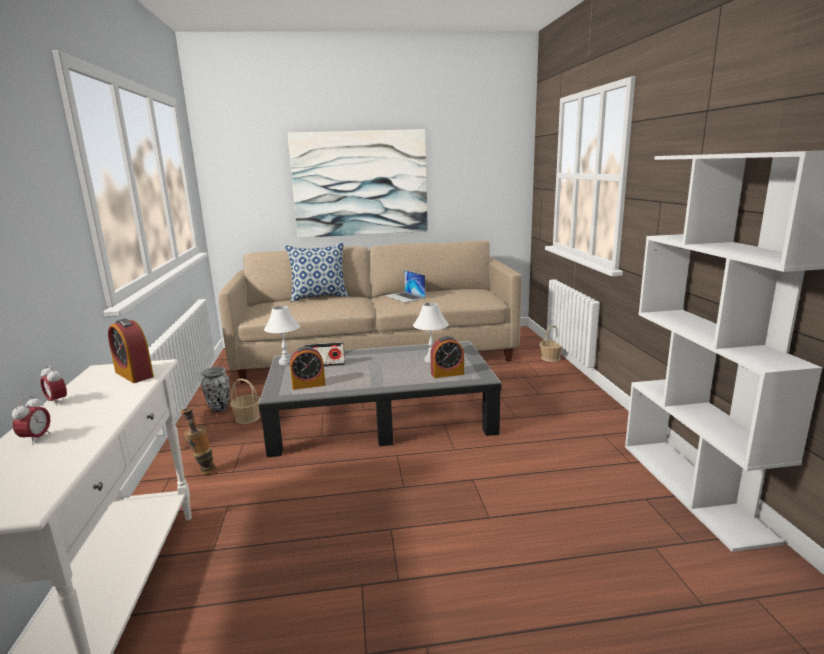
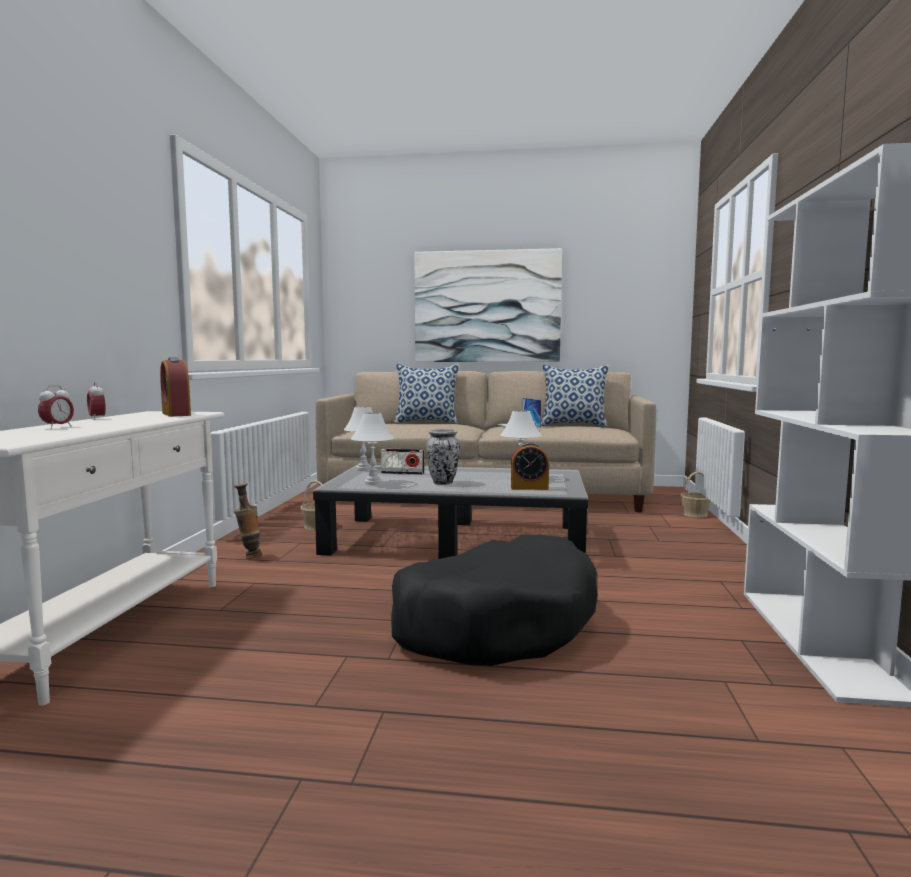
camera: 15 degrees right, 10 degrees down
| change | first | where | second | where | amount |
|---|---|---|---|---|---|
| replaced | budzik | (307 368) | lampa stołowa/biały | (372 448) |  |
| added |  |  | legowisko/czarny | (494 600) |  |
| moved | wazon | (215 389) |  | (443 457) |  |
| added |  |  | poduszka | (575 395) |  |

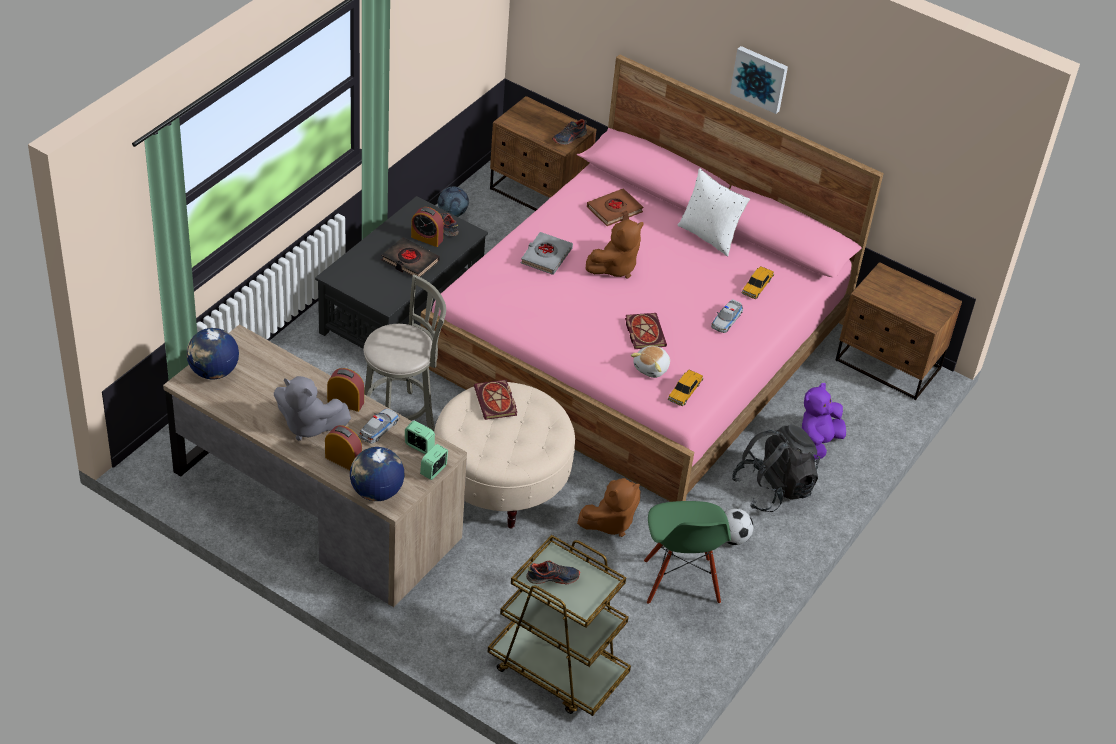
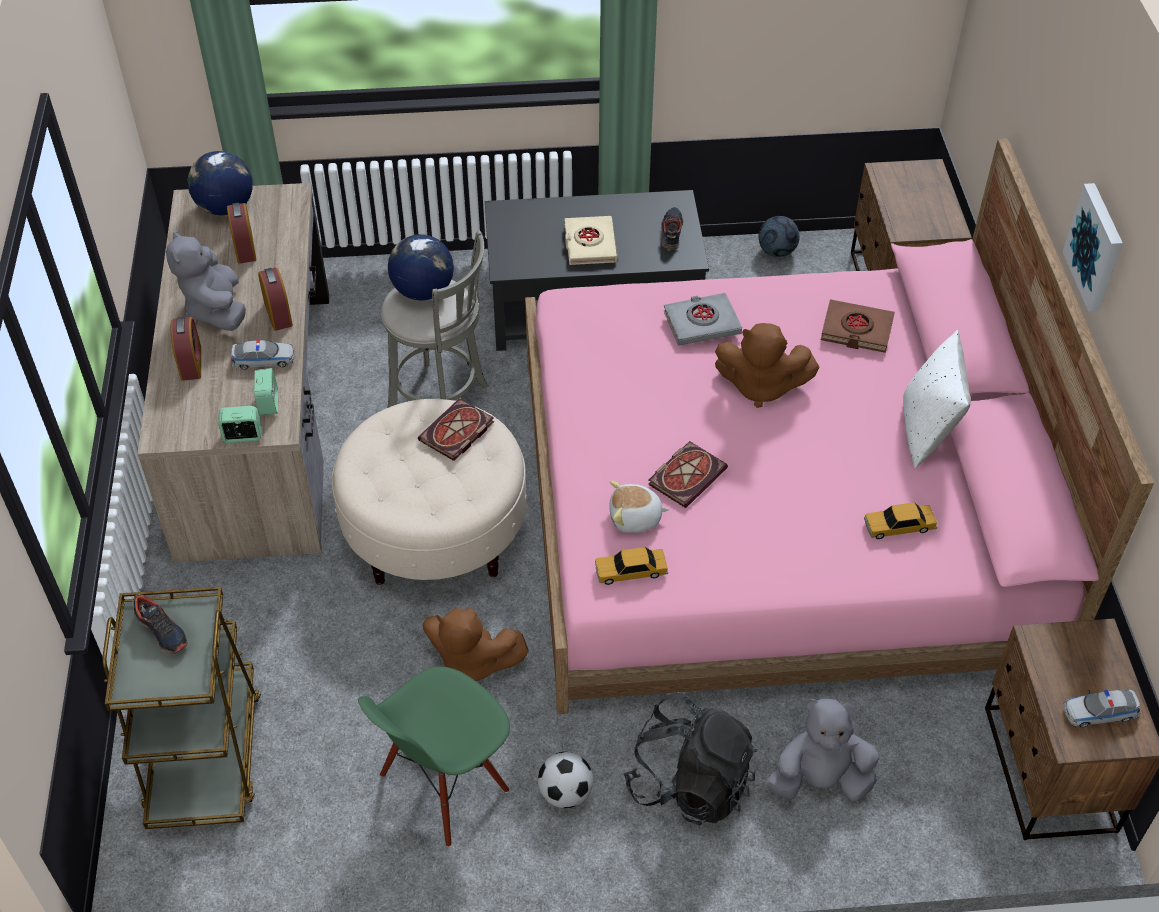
camera: 55 degrees right, 5 degrees up
| change | first | where | second | where | amount |
|---|---|---|---|---|---|
| moved | budzik | (427 227) |  | (241 233) |  |
| moved | globus | (377 474) |  | (421 267) |  |
| recoloured | książka/czarny | (410 257) | książka/beżowy | (591 240) |  |
| recoloured | pluszak/fioletowy | (824 421) | pluszak/szary | (822 750) |  |
| moved | samochodzik | (727 316) |  | (1102 708) |  |
| removed | but | (569 132) |  |  |  |

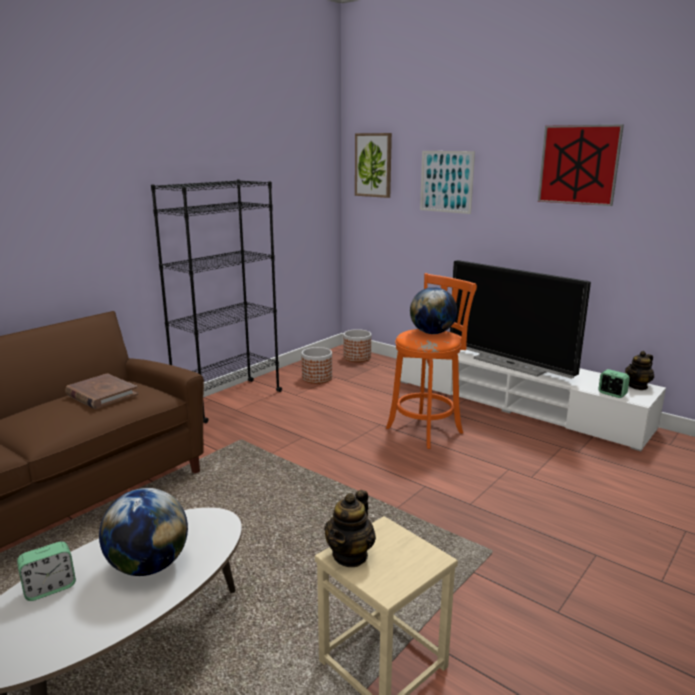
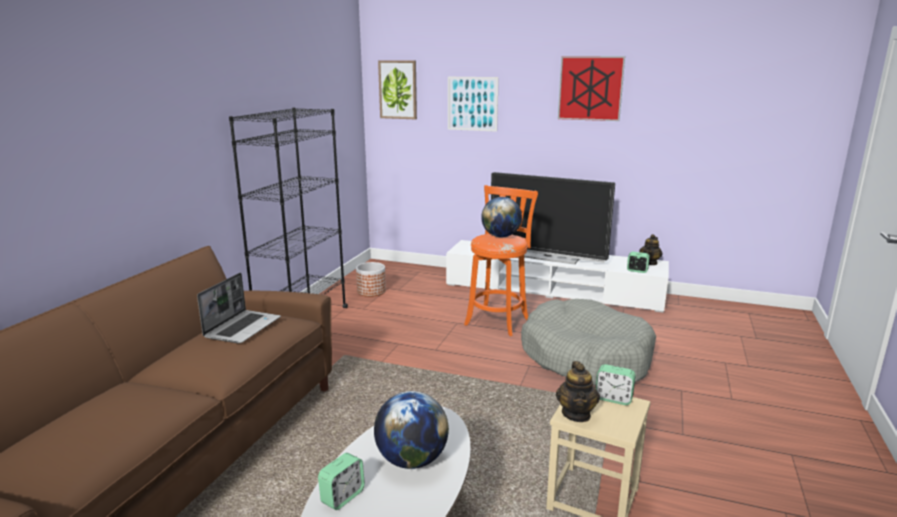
camera: 20 degrees left, 0 degrees up
| change | first | where | second | where | amount |
|---|---|---|---|---|---|
| replaced | książka/brązowy | (101 391) | laptop | (239 308) |  |
| added |  |  | legowisko/szary | (588 342) |  |
| added |  |  | budzik | (616 384) |  |
| removed | donica | (357 345) |  |  |  |

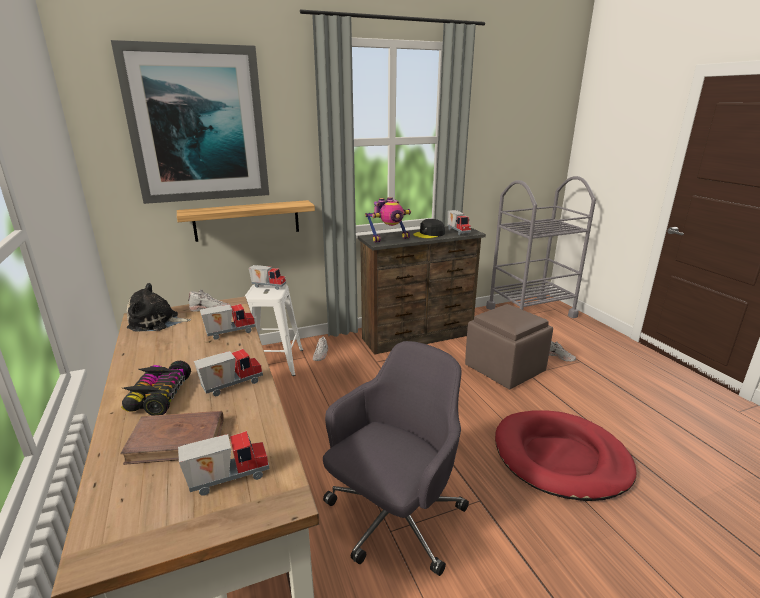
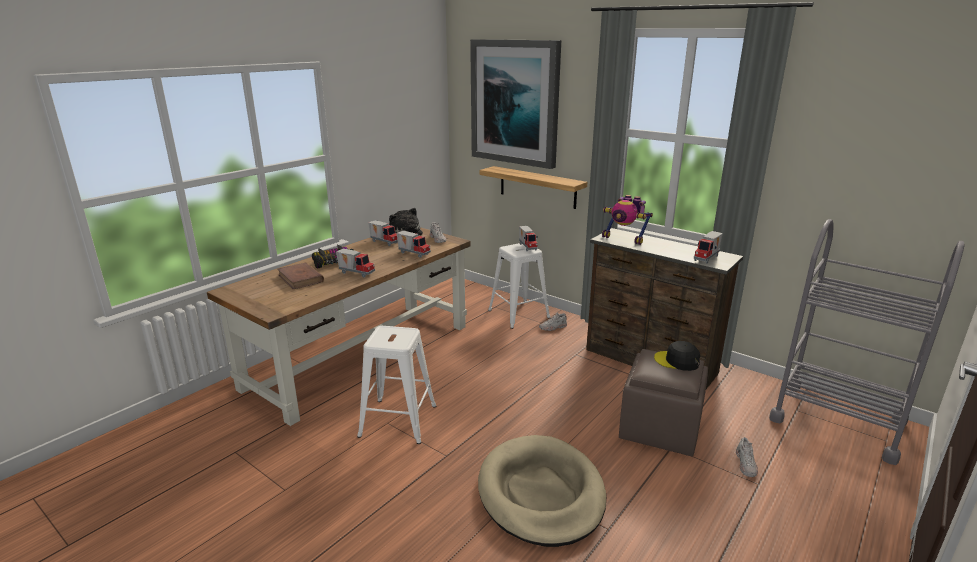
camera: 60 degrees right, 0 degrees up
| change | first | where | second | where | amount |
|---|---|---|---|---|---|
| replaced | krzesło biurowe/szary | (396 458) | stołek/biały | (396 385) |  |
| moved | ciężarówka zabawkowa | (224 463) |  | (383 233) |  |
| recoloured | legowisko/czerwony | (565 455) | legowisko/beżowy | (542 491) |  |
| moved | czapka z daszkiem/czarny | (429 228) |  | (677 356) |  |

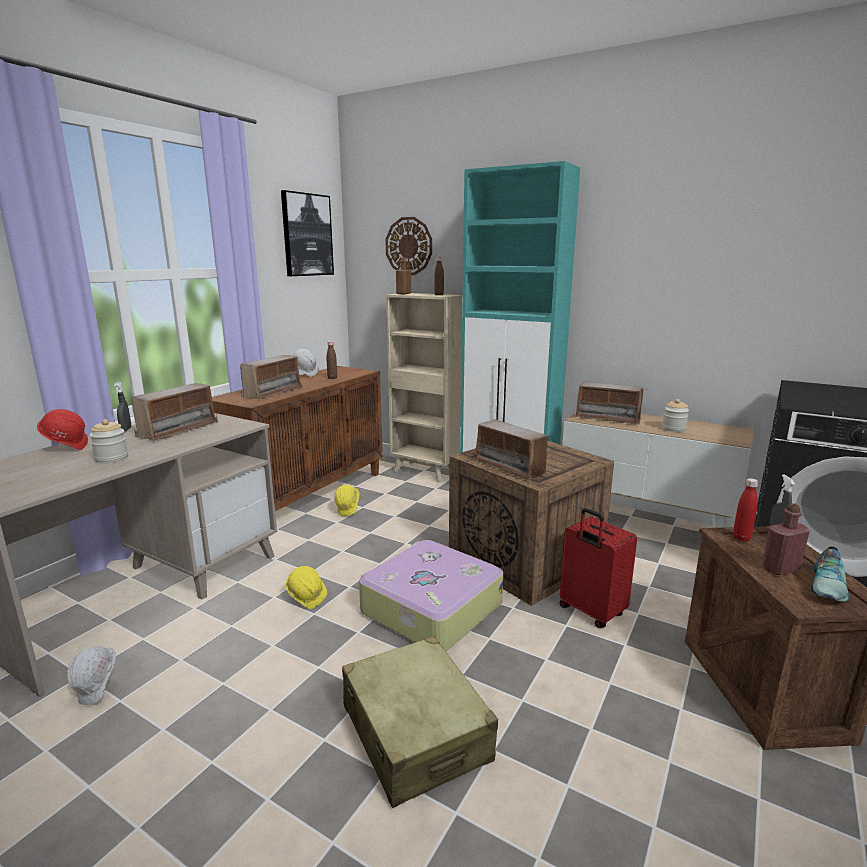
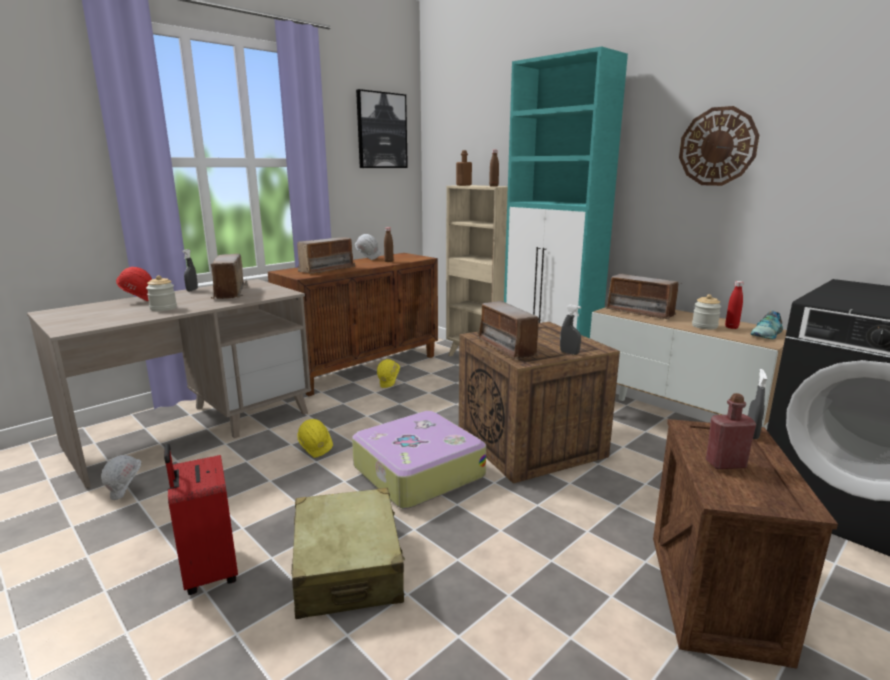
camera: 15 degrees right, 0 degrees up
| change | first | where | second | where | amount |
|---|---|---|---|---|---|
| moved | walizka/czerwony | (598 568) |  | (201 519) |  |
| turned | radio | (175 412) |  | (229 277) | 120 degrees clockwise |
| added |  |  | spryskiwacz/szary | (570 330) |  |
| moved | zegar ścienny | (408 246) |  | (719 146) |  |
| moved | butelka/czerwony | (745 509) |  | (734 305) |  |
| moved | but | (830 574) |  | (767 324) |  |

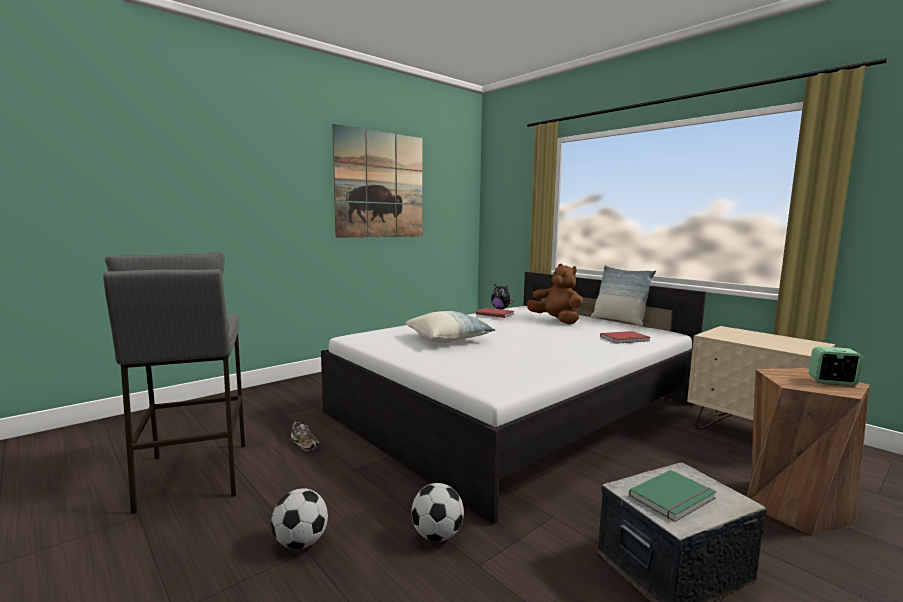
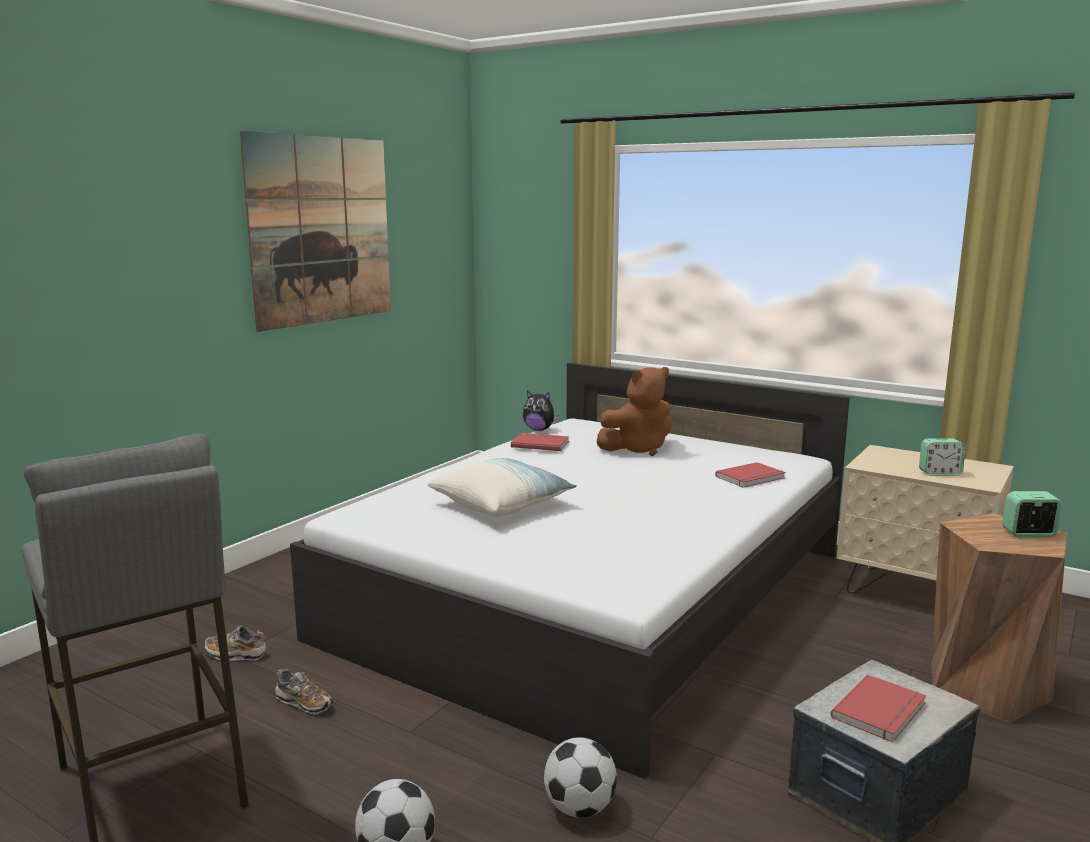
camera: 15 degrees left, 5 degrees up
| change | first | where | second | where | amount |
|---|---|---|---|---|---|
| added |  |  | but | (235 643) |  |
| turned | pluszak/brązowy | (555 294) |  | (634 411) | 120 degrees clockwise |
| recoloured | książka/zielony | (673 496) | książka/czerwony | (878 708) |  |
| added |  |  | budzik | (942 457) |  |
| removed | poduszka | (623 295) |  |  |  |

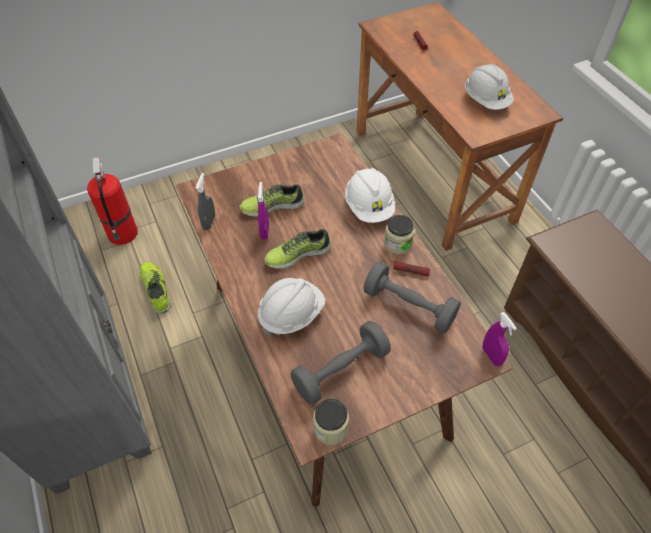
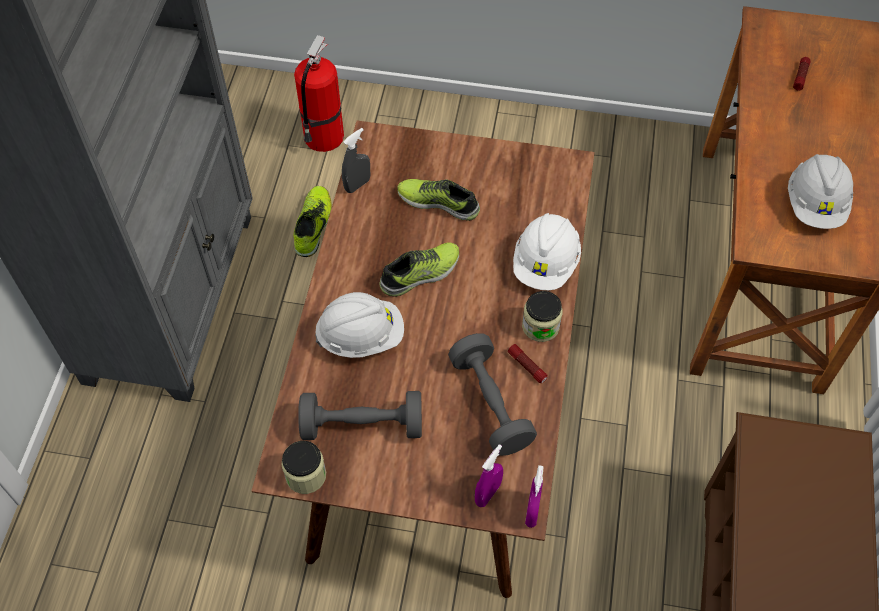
camera: 35 degrees right, 5 degrees up
| change | first | where | second | where | amount |
|---|---|---|---|---|---|
| turned | but | (297 249) |  | (419 270) | 135 degrees clockwise |
| moved | spryskiwacz/fioletowy | (263 211) |  | (489 475) |  |

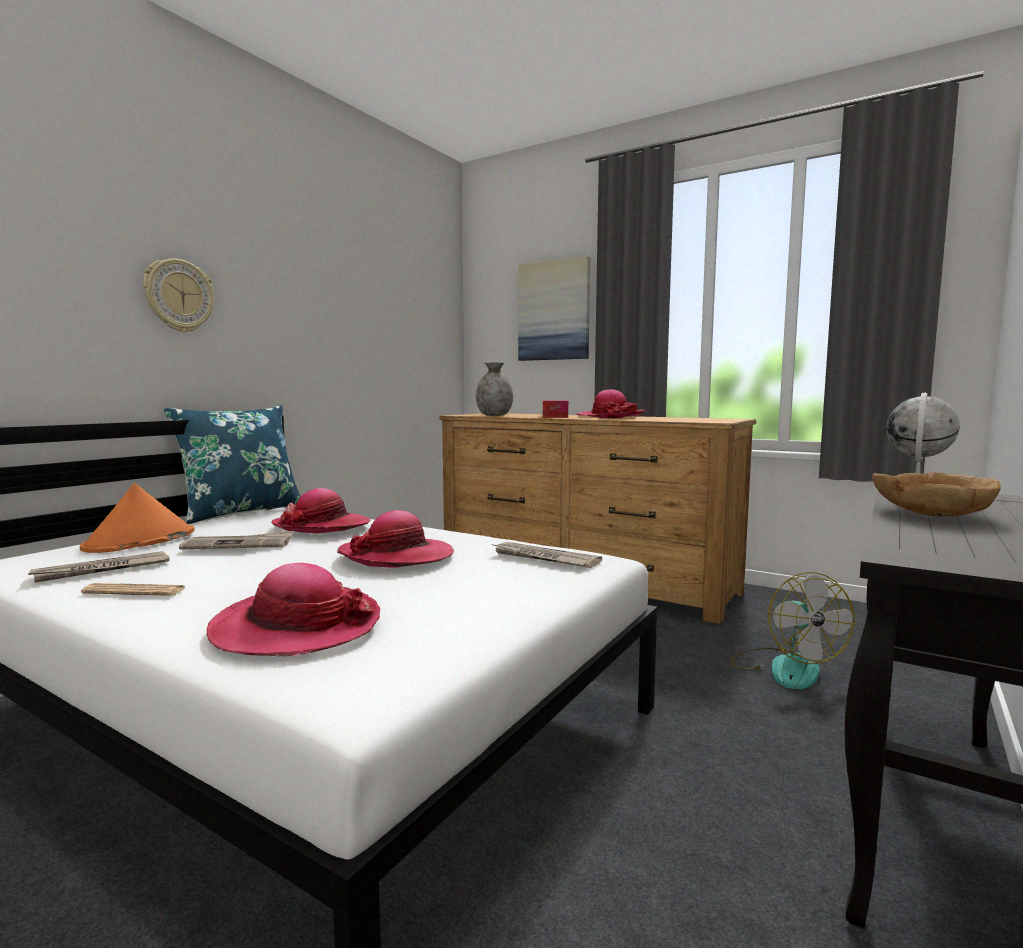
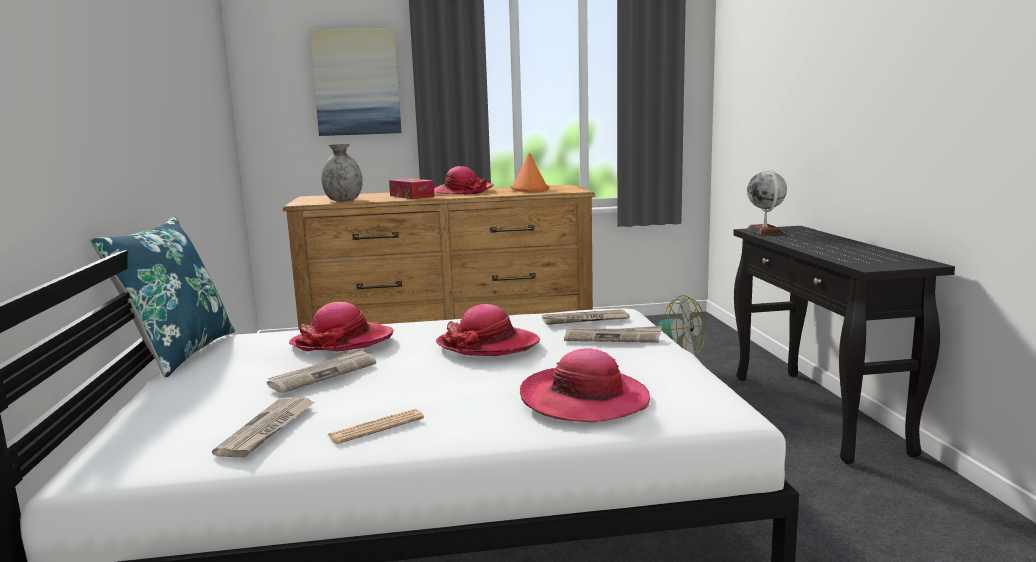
camera: 40 degrees left, 5 degrees up
| change | first | where | second | where | amount |
|---|---|---|---|---|---|
| moved | kapelusz/pomarańczowy | (137 518) |  | (529 172) |  |
| added |  |  | gazeta | (613 334) |  |
| removed | zegar ścienny | (178 295) |  |  |  |
| removed | miska/brązowy | (936 494) |  |  |  |

